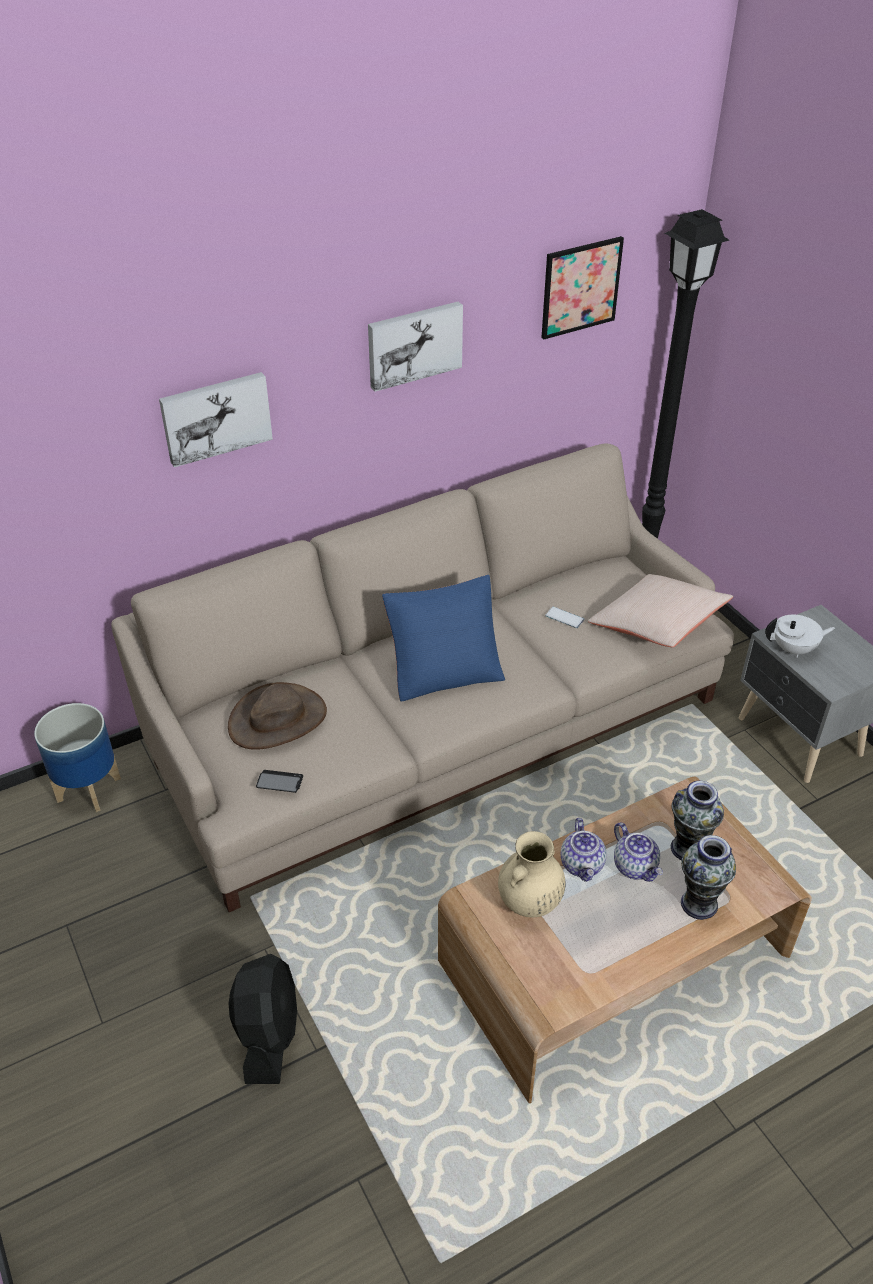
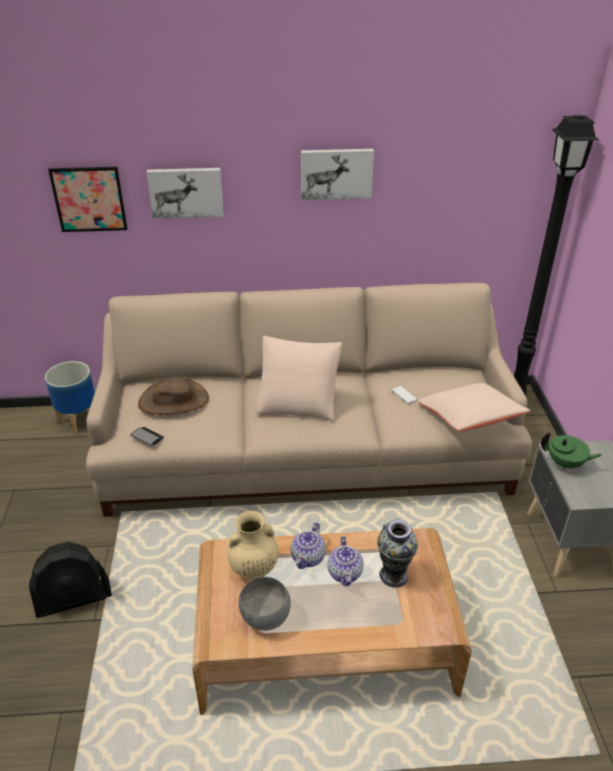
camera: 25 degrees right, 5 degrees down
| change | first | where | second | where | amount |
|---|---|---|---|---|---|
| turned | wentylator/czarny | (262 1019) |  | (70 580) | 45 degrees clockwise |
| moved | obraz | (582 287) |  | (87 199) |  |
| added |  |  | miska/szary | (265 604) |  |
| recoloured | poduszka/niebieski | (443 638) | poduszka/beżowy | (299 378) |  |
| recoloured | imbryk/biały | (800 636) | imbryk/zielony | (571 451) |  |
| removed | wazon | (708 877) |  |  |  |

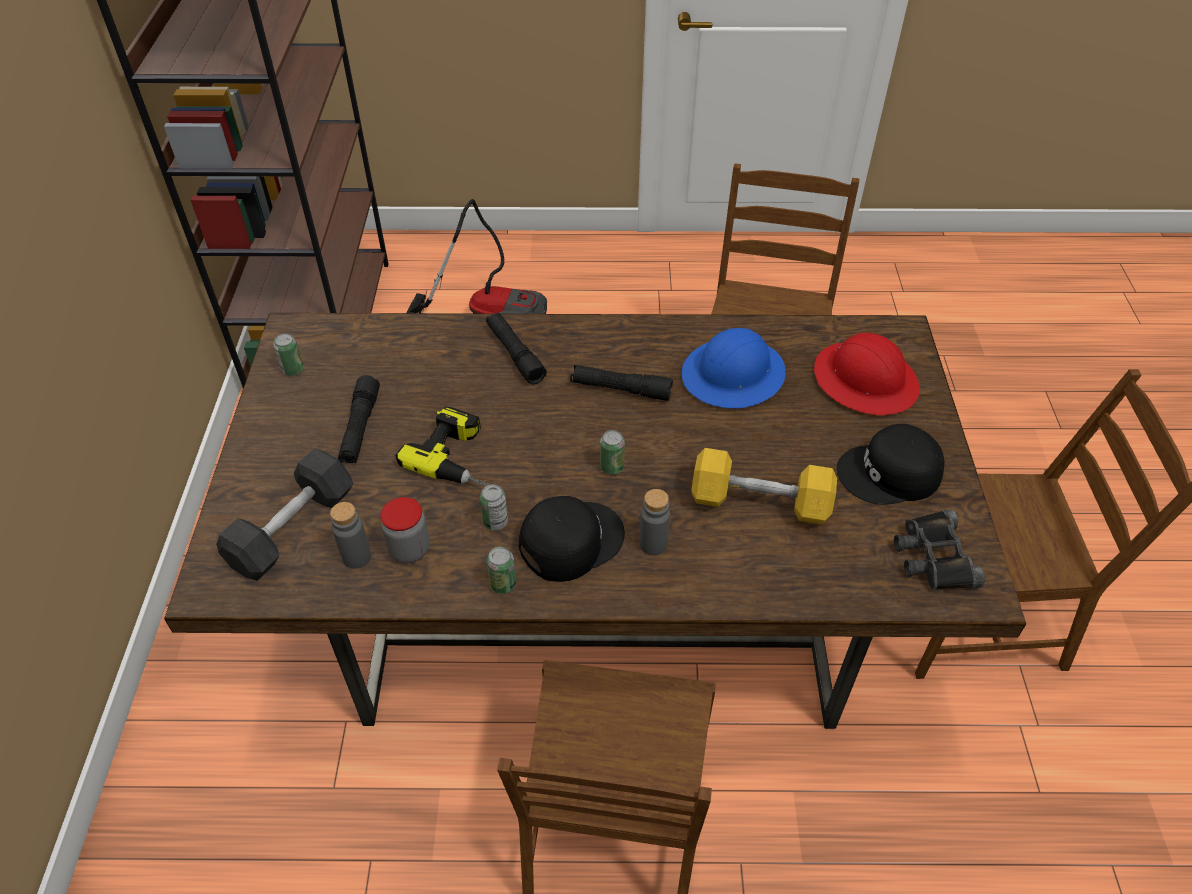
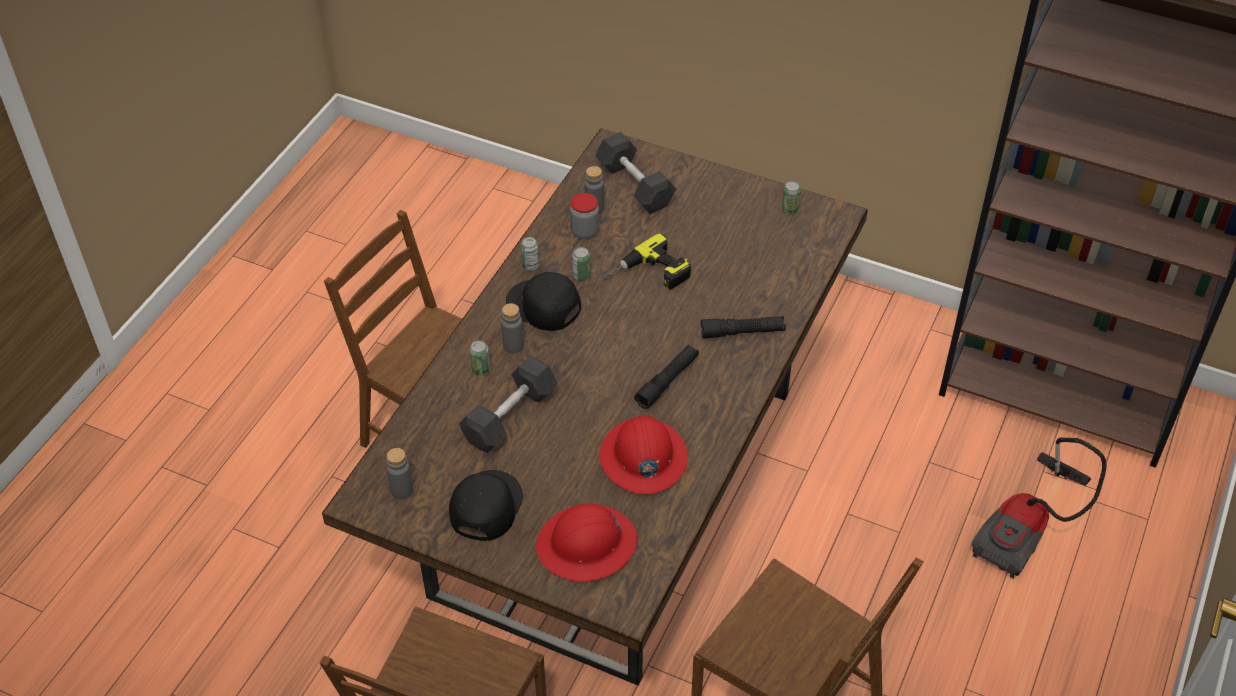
camera: 115 degrees right, 0 degrees up
| change | first | where | second | where | amount |
|---|---|---|---|---|---|
| replaced | lornetka/czarny | (939 549) | butelka/szary | (399 473) |  |
| recoloured | hantel/żółty | (764 486) | hantel/szary | (508 404) |  |
| moved | puszka | (612 452) |  | (479 358) |  |
| turned | czapka z daszkiem/czarny | (572 539) |  | (543 301) | 135 degrees clockwise |
| recoloured | kask/niebieski | (734 368) | kask/czerwony | (644 455) |  |
| removed | latarka/czarny | (359 419) |  |  |  |

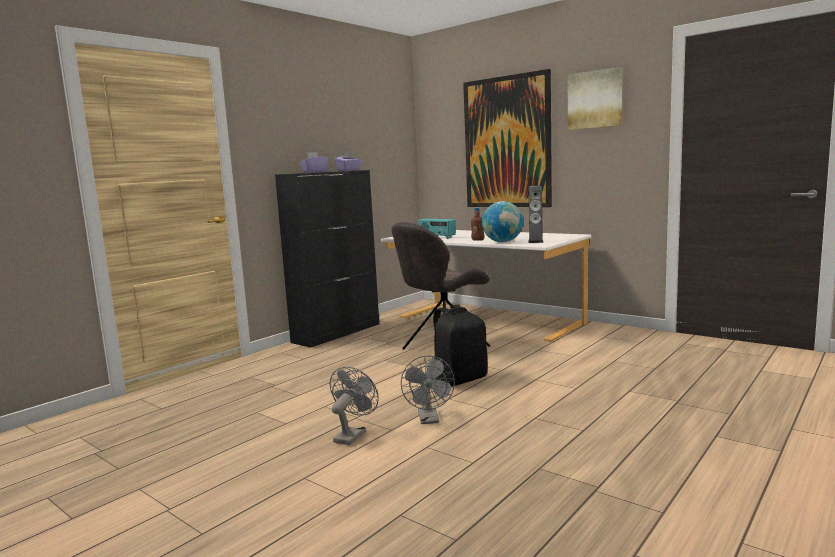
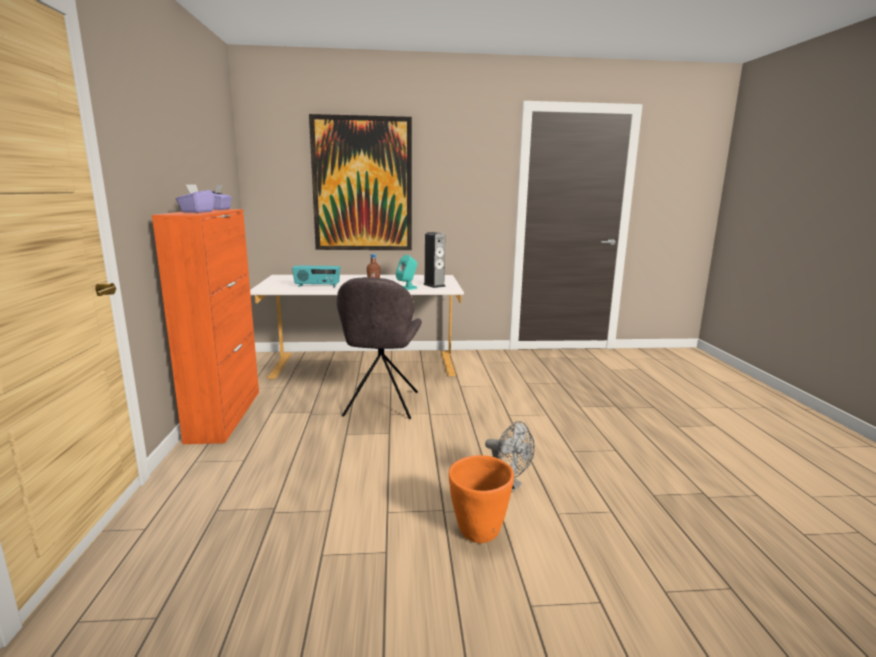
camera: 45 degrees left, 5 degrees up
| change | first | where | second | where | amount |
|---|---|---|---|---|---|
| recoloured | szafka/czarny | (327 259) | szafka/pomarańczowy | (205 326) |  |
| replaced | globus | (502 221) | głośnik/turkusowy | (406 272) |  |
| replaced | wentylator/szary | (354 406) | donica/pomarańczowy | (481 499) |  |
| removed | plecak/czarny | (460 346) |  |  |  |
| removed | obraz | (595 98) |  |  |  |

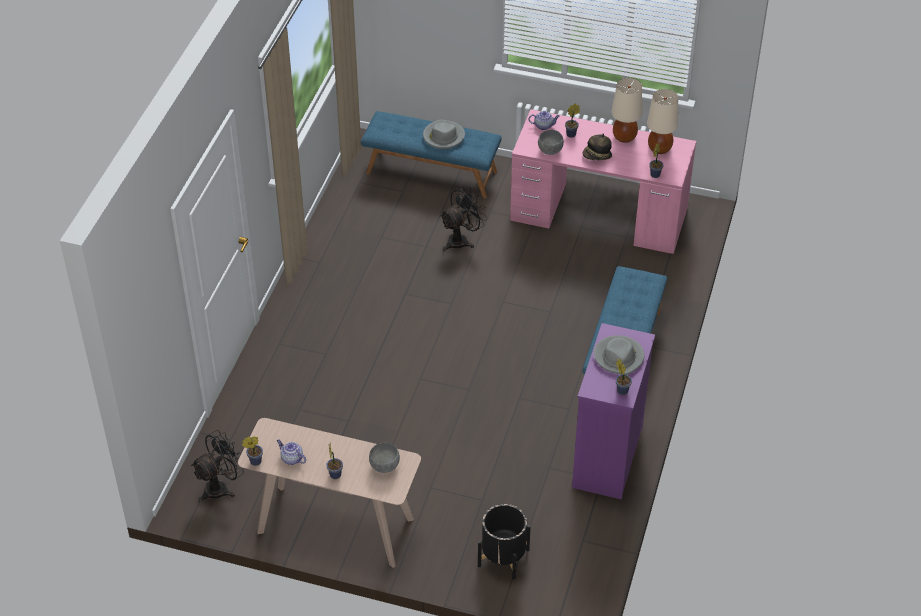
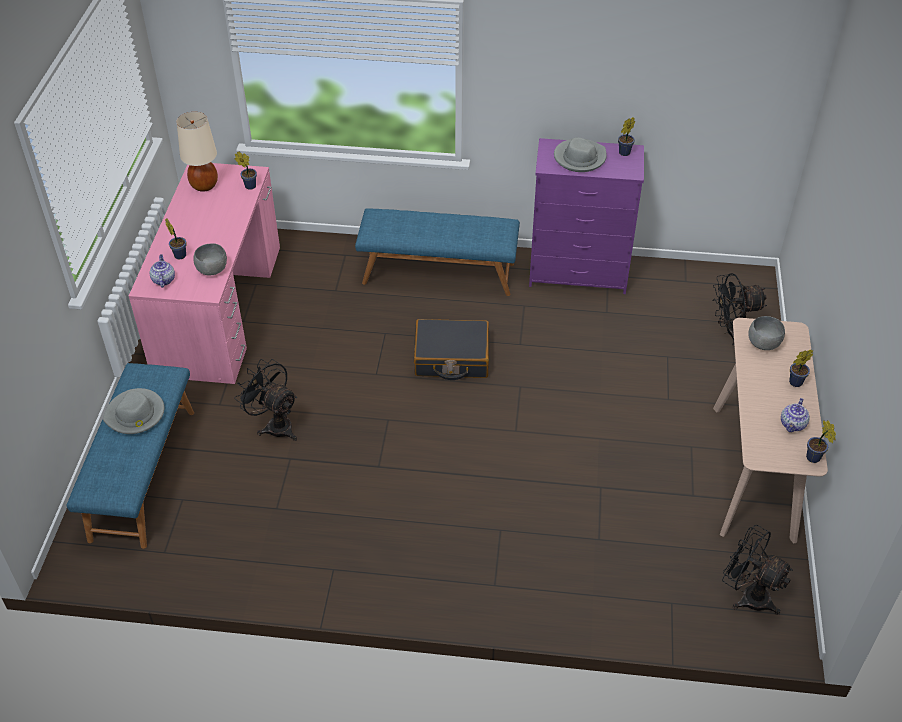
camera: 100 degrees left, 0 degrees up
| change | first | where | second | where | amount |
|---|---|---|---|---|---|
| added |  |  | walizka/czarny | (451 349) |  |
| replaced | donica/czarny | (504 541) | wentylator/czarny | (739 309) |  |
| removed | kapelusz | (597 146) |  |  |  |
| removed | lampa stołowa/beżowy | (627 110) |  |  |  |

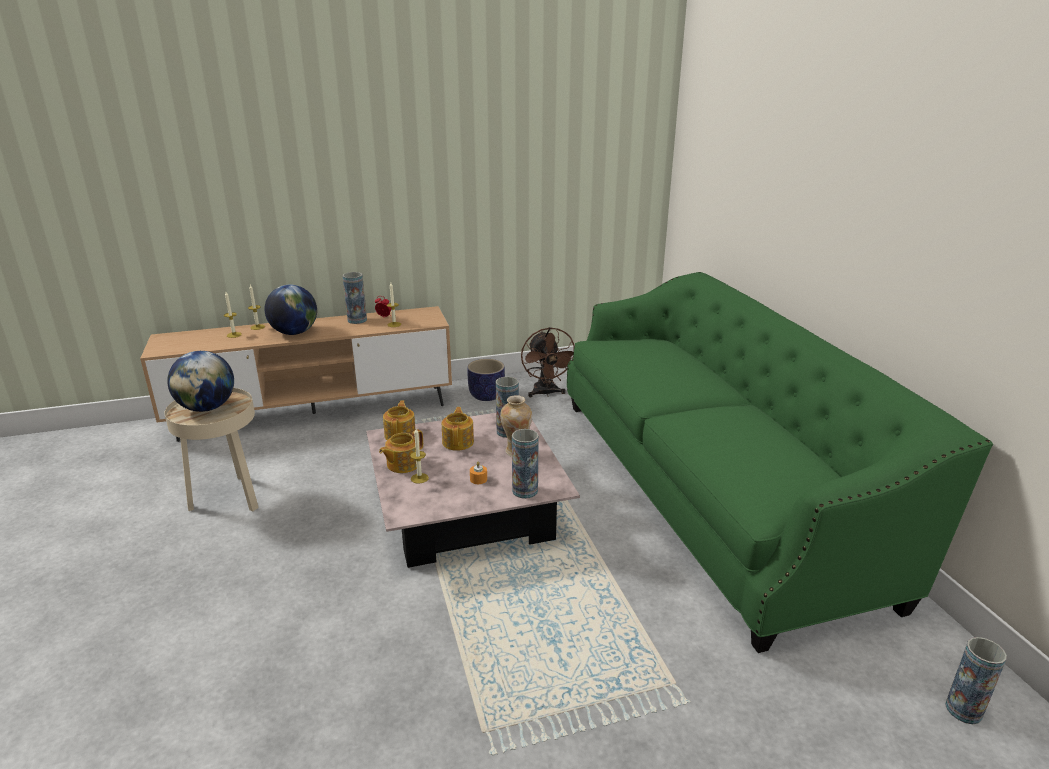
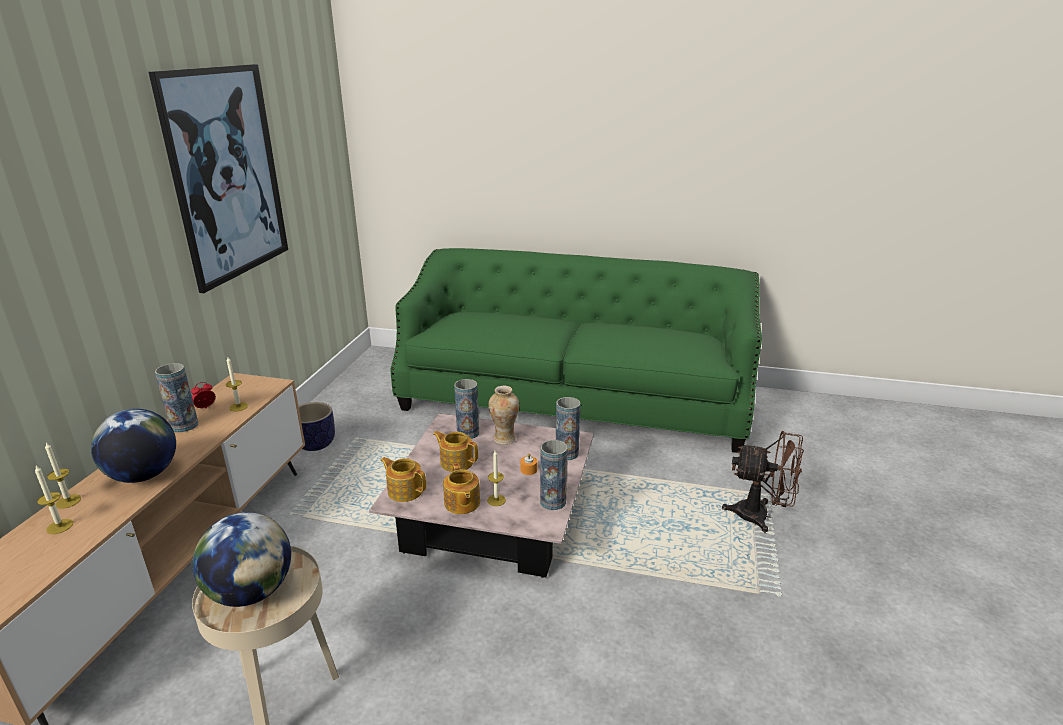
camera: 60 degrees left, 0 degrees up
| change | first | where | second | where | amount |
|---|---|---|---|---|---|
| added |  |  | obraz | (218 178) |  |
| moved | wazon | (976 680) |  | (554 475) |  |
| moved | wentylator/brązowy | (548 362) |  | (763 482) |  |

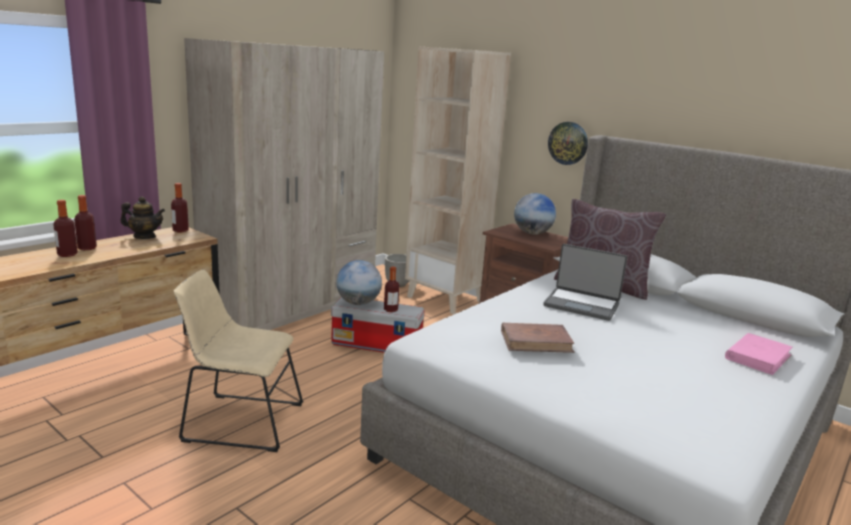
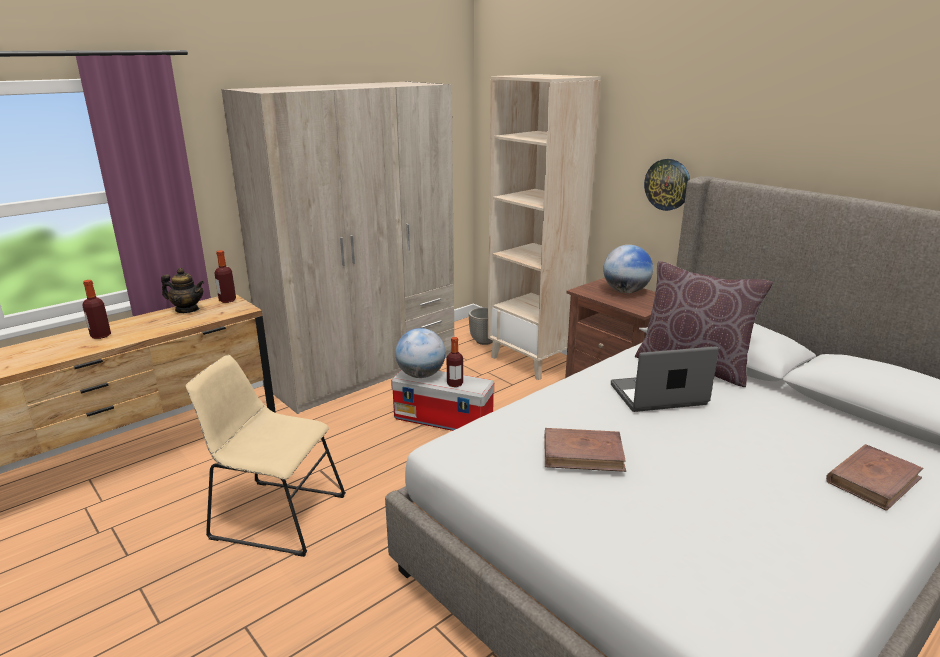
camera: 10 degrees right, 5 degrees up
| change | first | where | second | where | amount |
|---|---|---|---|---|---|
| turned | laptop | (585 282) |  | (665 379) | 135 degrees clockwise |
| recoloured | książka/różowy | (759 354) | książka/brązowy | (874 477) |  |
| removed | butelka | (85 222) |  |  |  |

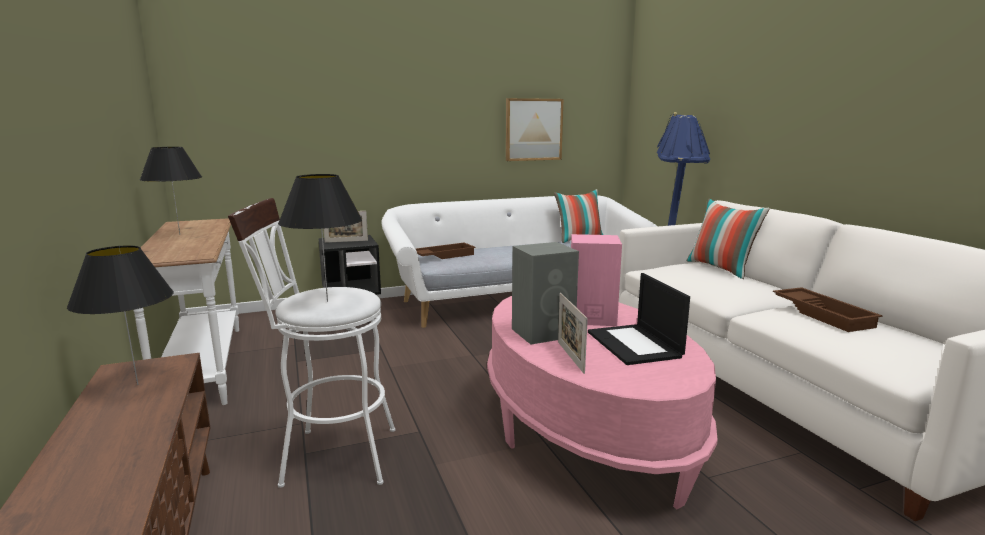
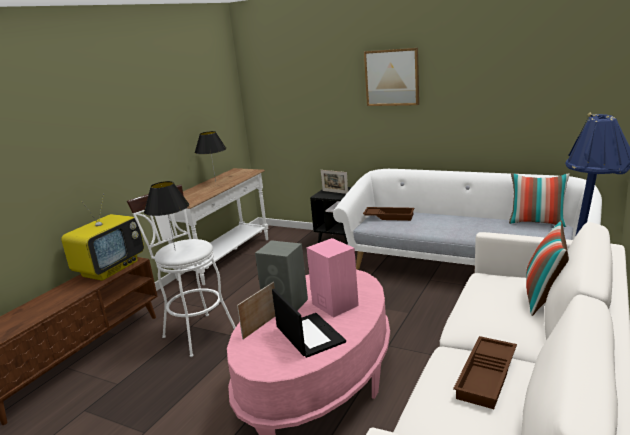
camera: 50 degrees right, 5 degrees up
| change | first | where | second | where | amount |
|---|---|---|---|---|---|
| replaced | lampa stołowa/czarny | (120 315) | telewizor | (102 237) |  |
| turned | laptop | (639 319) |  | (309 323) | 120 degrees clockwise |
| moved | obraz | (534 129) |  | (391 77) |  |

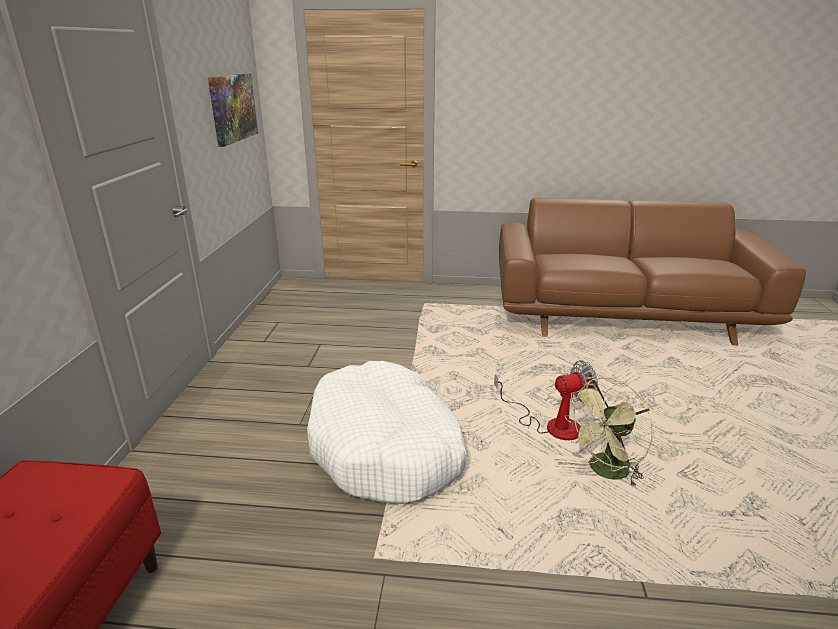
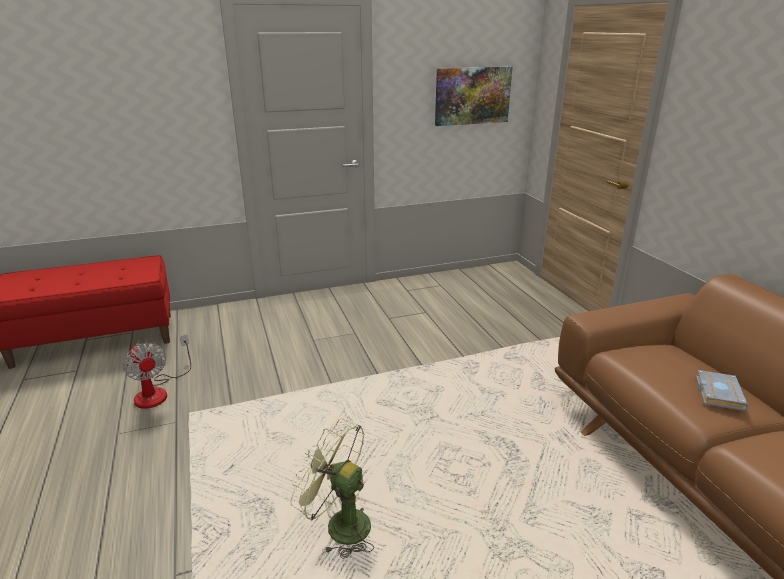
camera: 65 degrees right, 0 degrees up
| change | first | where | second | where | amount |
|---|---|---|---|---|---|
| moved | wentylator | (546 400) |  | (157 371) |  |
| added |  |  | książka/szary | (722 390) |  |
| removed | legowisko/biały | (386 432) |  |  |  |

